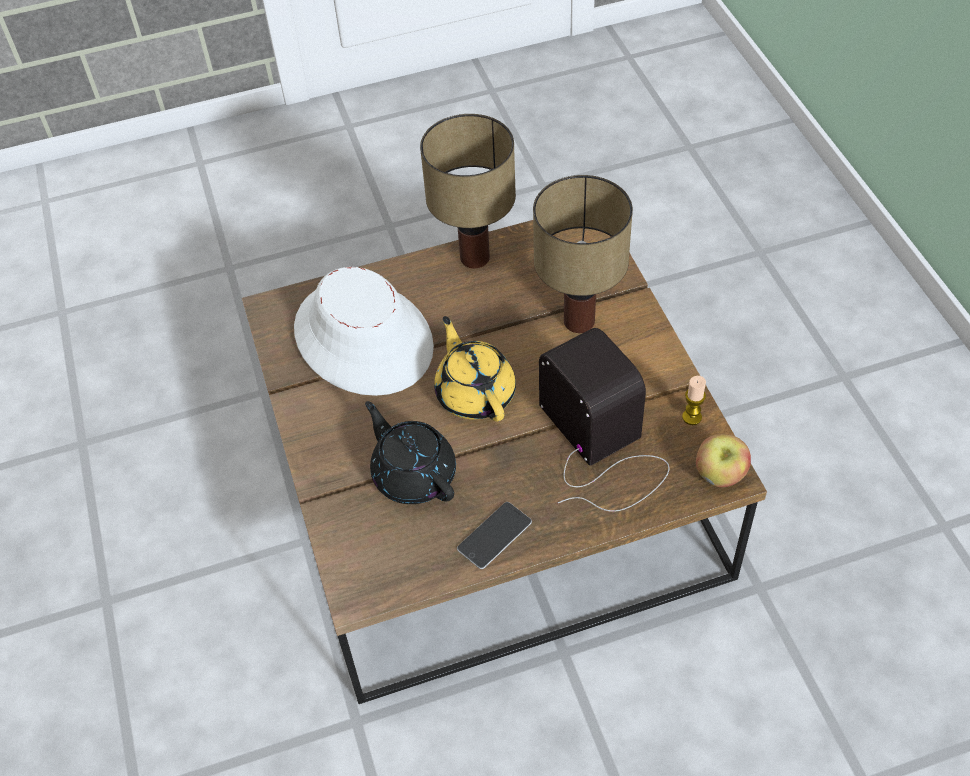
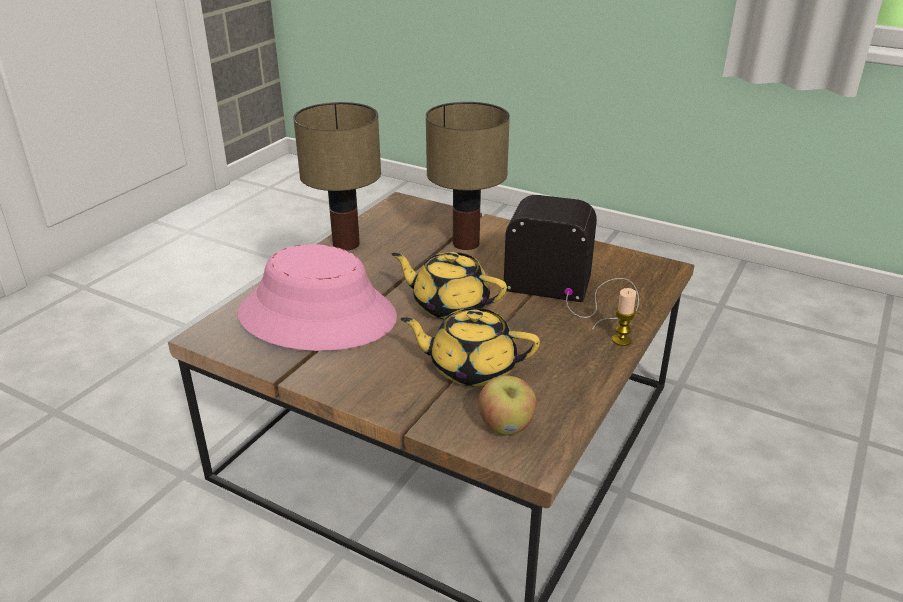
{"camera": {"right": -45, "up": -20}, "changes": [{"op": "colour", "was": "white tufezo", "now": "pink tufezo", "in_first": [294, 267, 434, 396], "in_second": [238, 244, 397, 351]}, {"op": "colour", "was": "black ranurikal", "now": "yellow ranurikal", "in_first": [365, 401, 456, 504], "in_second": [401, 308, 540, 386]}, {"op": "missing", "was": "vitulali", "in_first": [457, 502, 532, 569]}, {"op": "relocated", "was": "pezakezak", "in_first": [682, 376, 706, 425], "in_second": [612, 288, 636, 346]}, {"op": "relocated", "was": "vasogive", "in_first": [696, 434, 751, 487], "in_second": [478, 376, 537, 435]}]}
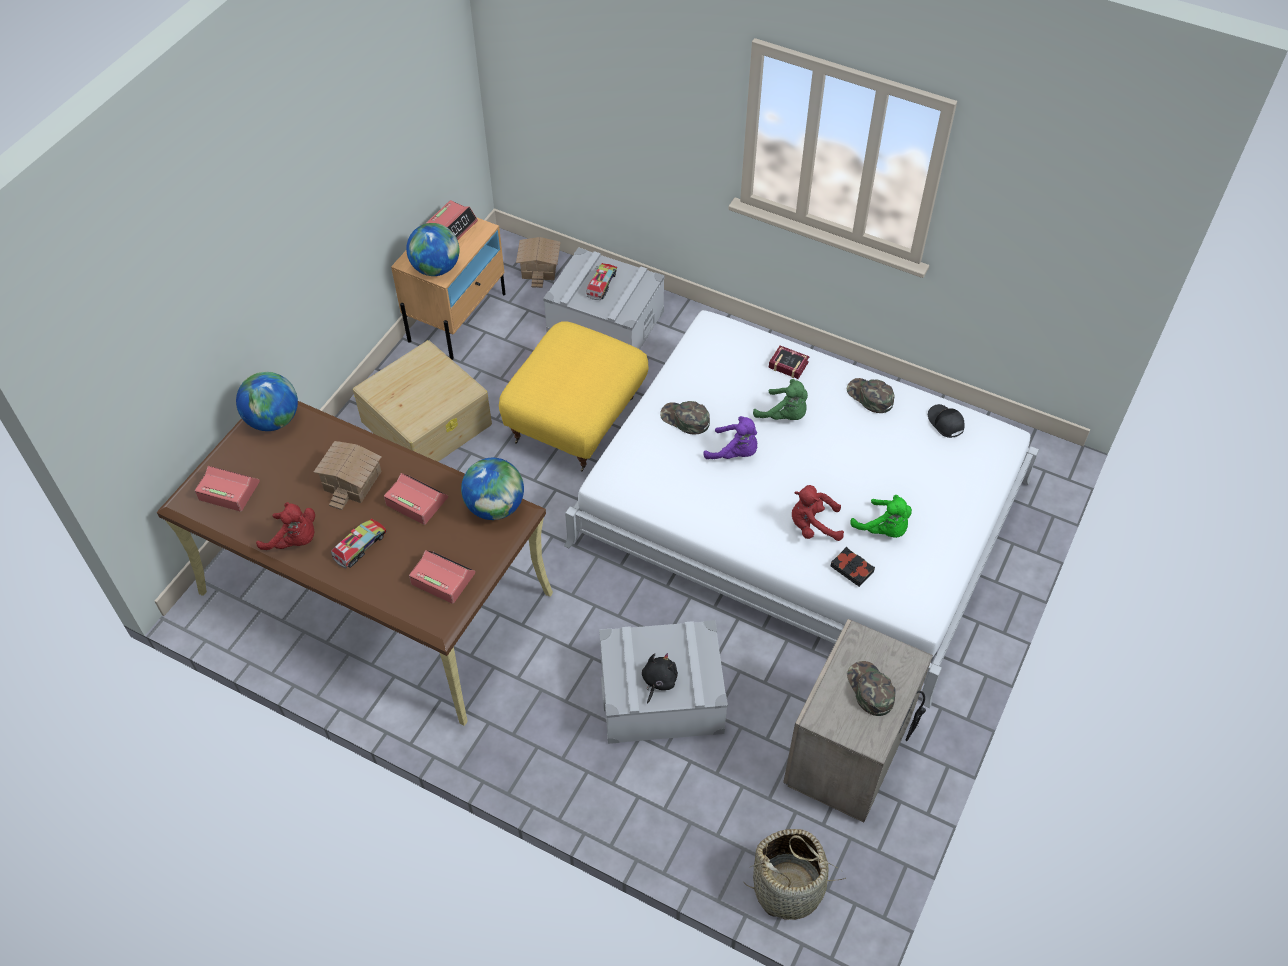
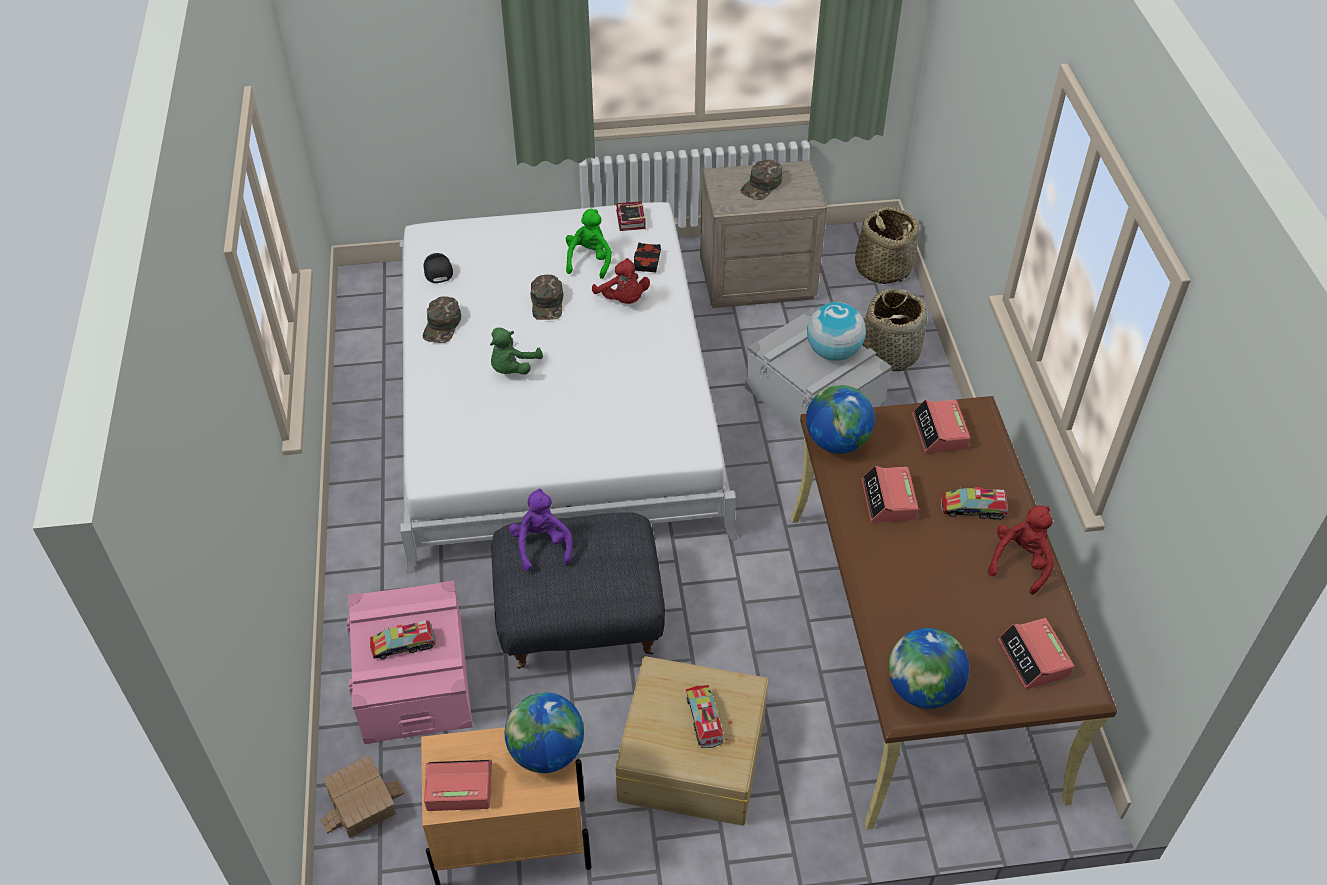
{"camera": {"right": -125, "up": -5}, "changes": [{"op": "spun", "was": "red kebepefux", "in_first": [256, 502, 315, 550], "in_second": [988, 505, 1054, 595], "clockwise": 45}, {"op": "missing", "was": "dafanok", "in_first": [314, 441, 381, 510]}, {"op": "colour", "was": "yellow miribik", "now": "grey miribik", "in_first": [499, 321, 649, 471], "in_second": [491, 512, 665, 669]}, {"op": "colour", "was": "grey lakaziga", "now": "pink lakaziga", "in_first": [543, 247, 665, 349], "in_second": [347, 580, 472, 744]}, {"op": "exchanged", "was": "black kebepefux", "now": "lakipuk", "in_first": [642, 653, 678, 704], "in_second": [807, 302, 866, 361]}, {"op": "relocated", "was": "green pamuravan", "in_first": [660, 401, 710, 434], "in_second": [531, 275, 563, 320]}, {"op": "relocated", "was": "purple kebepefux", "in_first": [703, 416, 757, 459], "in_second": [509, 488, 572, 571]}, {"op": "spun", "was": "green kebepefux", "in_first": [753, 379, 808, 420], "in_second": [490, 328, 543, 375], "clockwise": -150}, {"op": "relocated", "was": "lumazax", "in_first": [769, 346, 810, 379], "in_second": [616, 201, 646, 231]}, {"op": "spun", "was": "black pamuravan", "in_first": [928, 404, 965, 438], "in_second": [424, 253, 453, 283], "clockwise": 135}, {"op": "appeared", "now": "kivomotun", "in_second": [686, 685, 724, 748]}, {"op": "appeared", "now": "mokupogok", "in_second": [862, 289, 927, 372]}]}
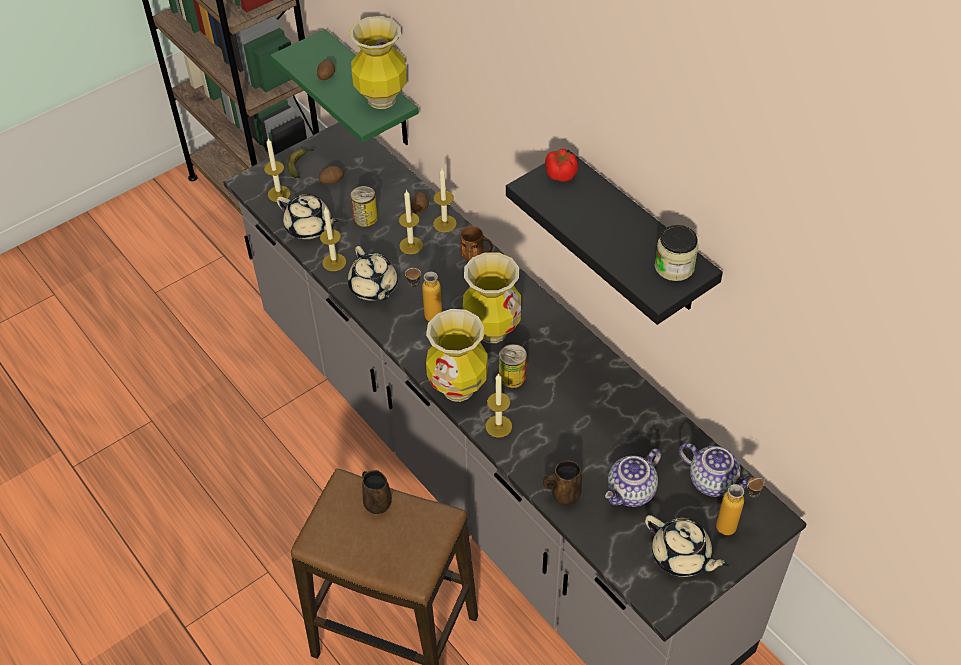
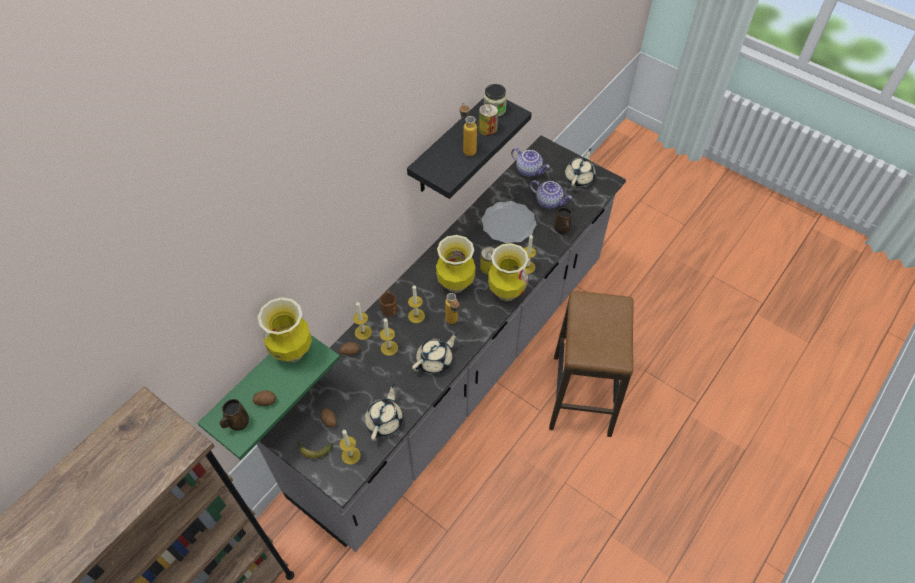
{"camera": {"right": -105, "up": 5}, "changes": [{"op": "relocated", "was": "pezakezak", "in_first": [320, 206, 346, 271], "in_second": [408, 285, 425, 323]}, {"op": "relocated", "was": "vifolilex", "in_first": [350, 186, 378, 227], "in_second": [479, 104, 498, 136]}, {"op": "relocated", "was": "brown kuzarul", "in_first": [362, 470, 392, 514], "in_second": [220, 399, 249, 431]}, {"op": "missing", "was": "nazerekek", "in_first": [545, 149, 578, 182]}, {"op": "spun", "was": "ranurikal", "in_first": [679, 443, 753, 497], "in_second": [511, 148, 549, 177], "clockwise": 105}, {"op": "relocated", "was": "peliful", "in_first": [716, 477, 765, 535], "in_second": [460, 103, 477, 156]}, {"op": "appeared", "now": "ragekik", "in_second": [481, 201, 537, 244]}]}
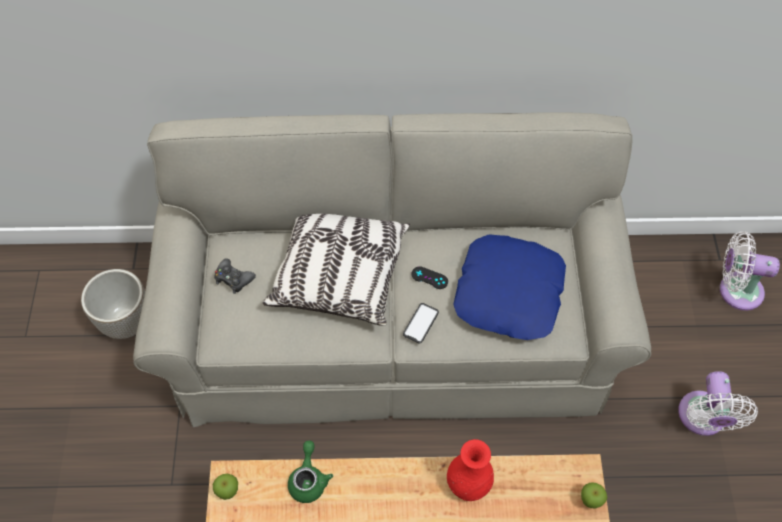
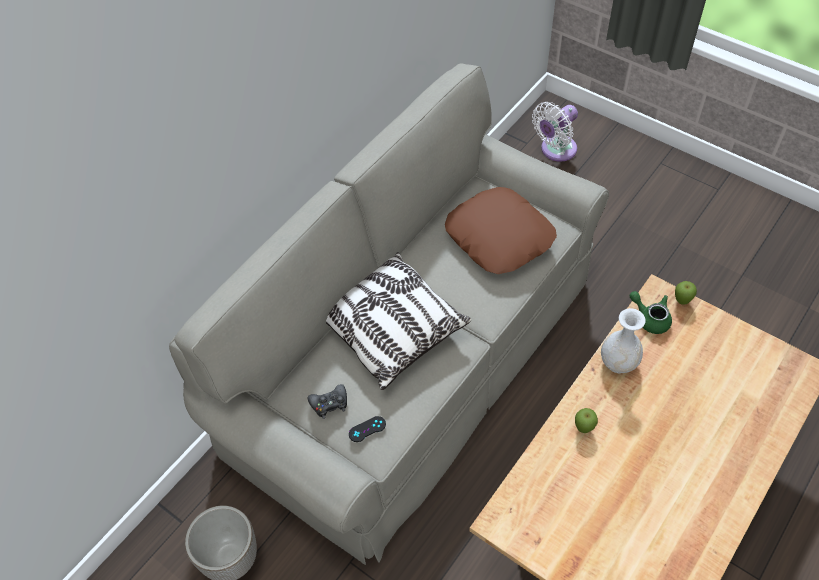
{"camera": {"right": -50, "up": -5}, "changes": [{"op": "relocated", "was": "vasogive", "in_first": [213, 474, 238, 500], "in_second": [575, 408, 598, 433]}, {"op": "relocated", "was": "green ranurikal", "in_first": [288, 441, 333, 503], "in_second": [630, 291, 672, 334]}, {"op": "missing", "was": "vitulali", "in_first": [403, 303, 439, 344]}, {"op": "relocated", "was": "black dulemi", "in_first": [412, 266, 448, 289], "in_second": [349, 416, 386, 442]}, {"op": "colour", "was": "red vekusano", "now": "white vekusano", "in_first": [447, 439, 494, 501], "in_second": [601, 308, 646, 373]}, {"op": "colour", "was": "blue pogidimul", "now": "brown pogidimul", "in_first": [453, 234, 566, 340], "in_second": [445, 187, 557, 274]}, {"op": "missing", "was": "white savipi", "in_first": [678, 371, 758, 436]}]}
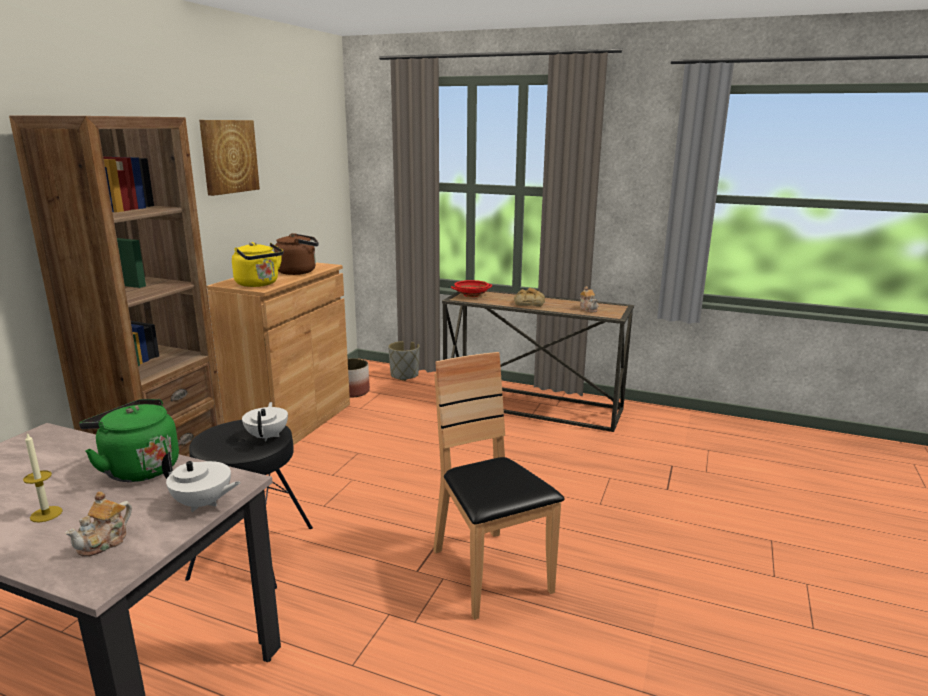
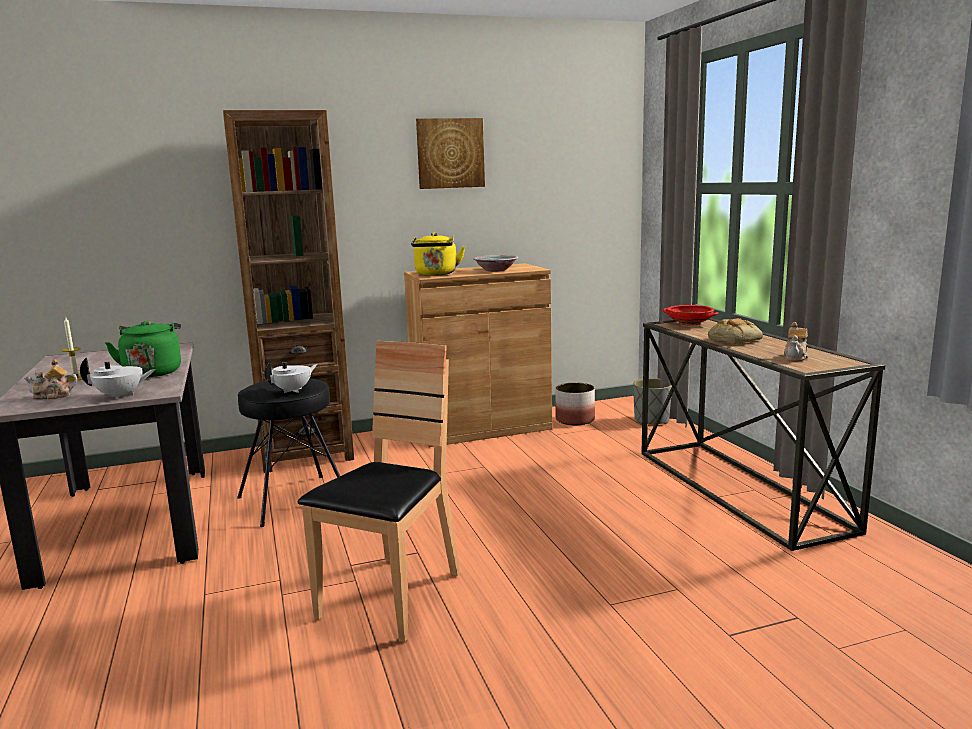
{"camera": {"right": 50, "up": -5}, "changes": [{"op": "spun", "was": "white ranurikal", "in_first": [162, 452, 241, 512], "in_second": [80, 357, 156, 400], "clockwise": -75}, {"op": "exchanged", "was": "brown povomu", "now": "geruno", "in_first": [274, 233, 319, 275], "in_second": [473, 255, 518, 272]}]}
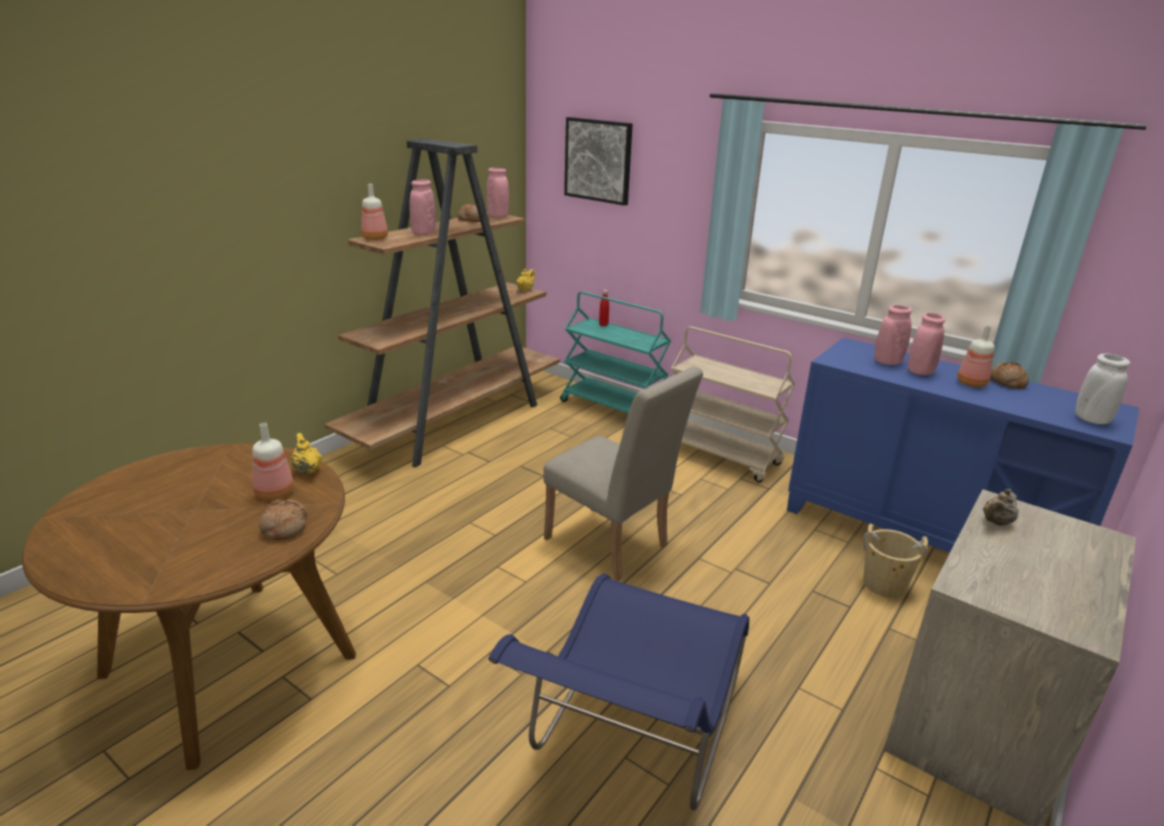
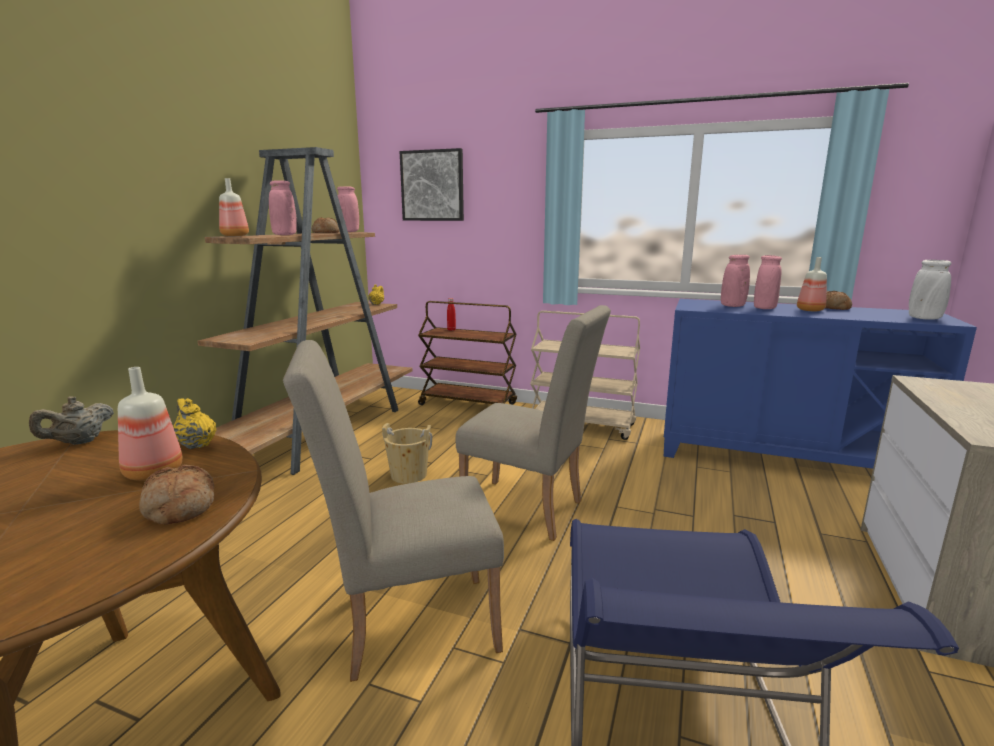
{"camera": {"right": -15, "up": -10}, "changes": [{"op": "colour", "was": "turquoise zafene", "now": "brown zafene", "in_first": [560, 291, 671, 414], "in_second": [418, 301, 517, 405]}, {"op": "relocated", "was": "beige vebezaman", "in_first": [863, 524, 928, 598], "in_second": [382, 423, 432, 483]}, {"op": "relocated", "was": "beige ranurikal", "in_first": [983, 489, 1019, 526], "in_second": [29, 396, 114, 445]}, {"op": "appeared", "now": "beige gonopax", "in_second": [283, 340, 504, 682]}]}
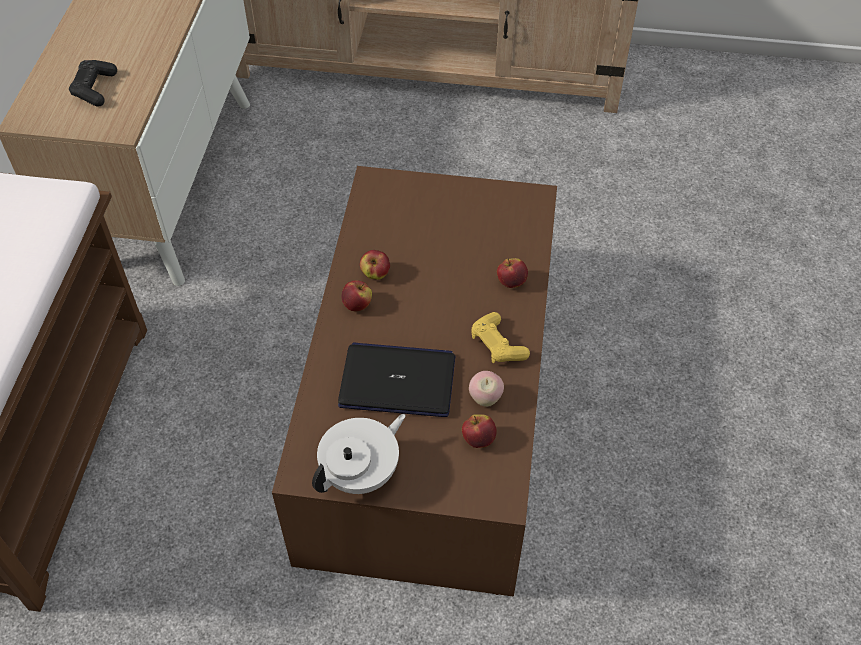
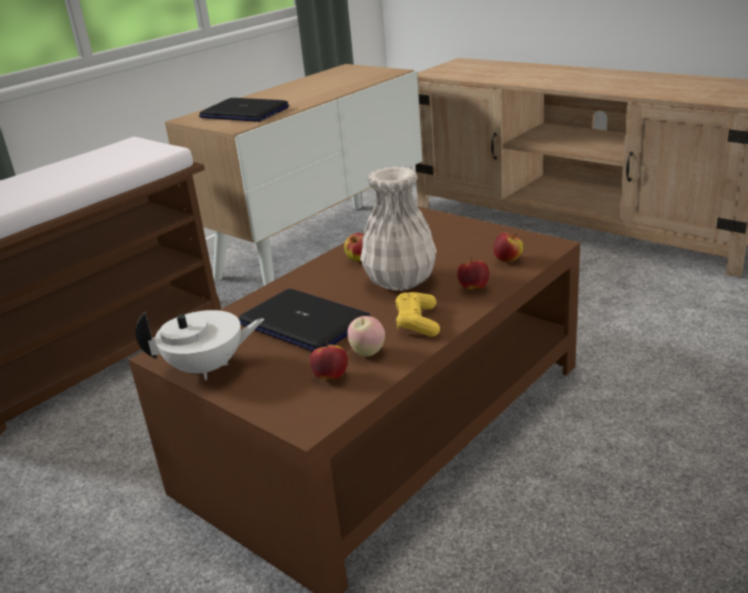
{"camera": {"right": 35, "up": -25}, "changes": [{"op": "exchanged", "was": "black dulemi", "now": "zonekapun", "in_first": [69, 60, 117, 107], "in_second": [199, 98, 289, 122]}, {"op": "relocated", "was": "vasogive", "in_first": [341, 280, 372, 311], "in_second": [493, 232, 523, 263]}, {"op": "appeared", "now": "white vekusano", "in_second": [360, 166, 437, 291]}]}
